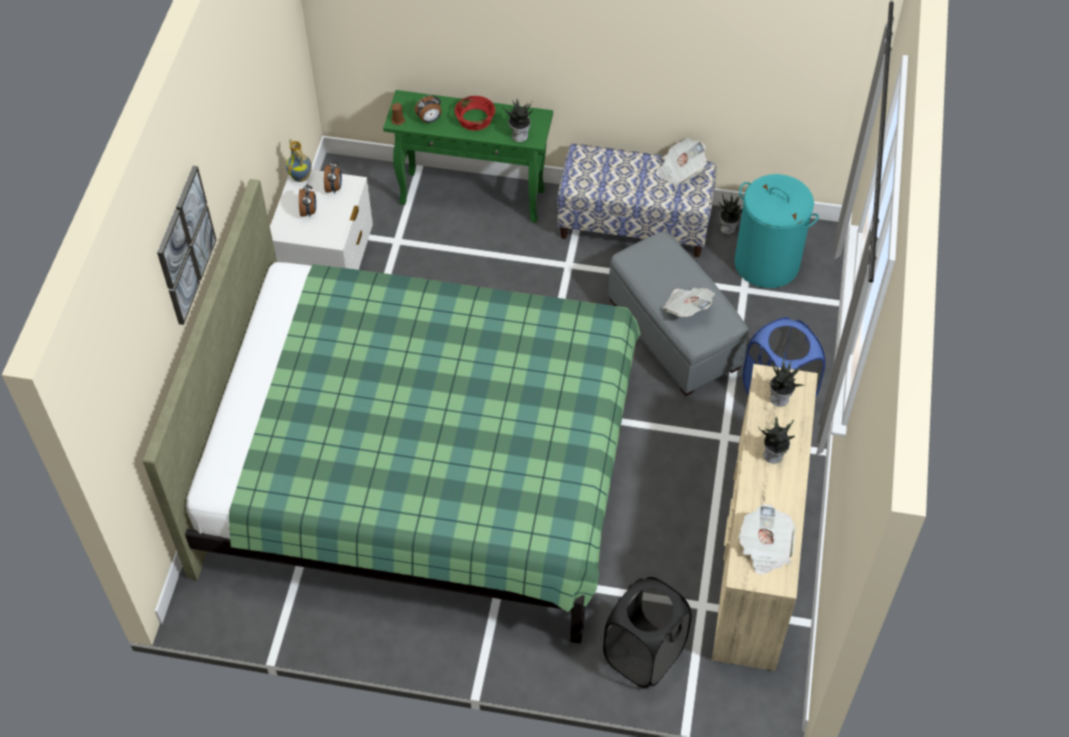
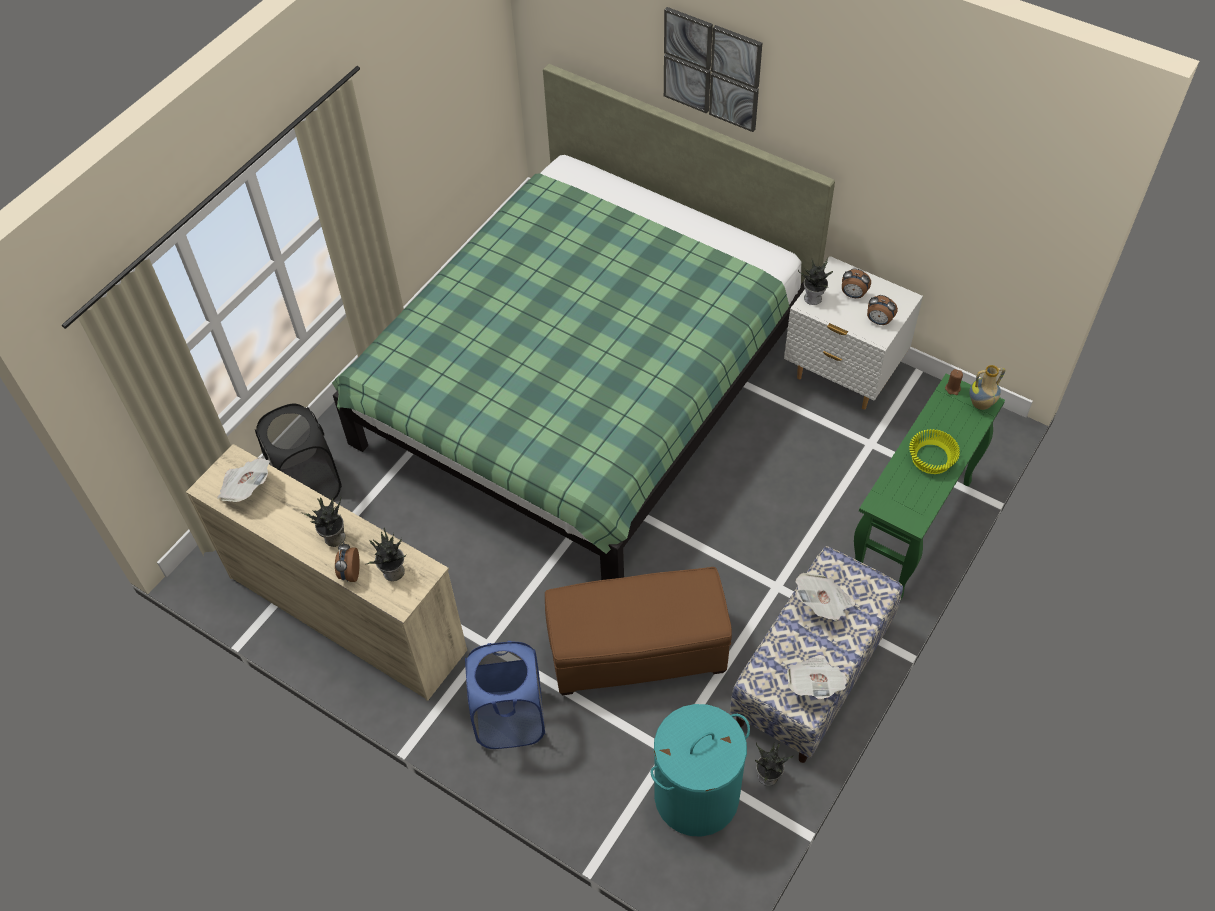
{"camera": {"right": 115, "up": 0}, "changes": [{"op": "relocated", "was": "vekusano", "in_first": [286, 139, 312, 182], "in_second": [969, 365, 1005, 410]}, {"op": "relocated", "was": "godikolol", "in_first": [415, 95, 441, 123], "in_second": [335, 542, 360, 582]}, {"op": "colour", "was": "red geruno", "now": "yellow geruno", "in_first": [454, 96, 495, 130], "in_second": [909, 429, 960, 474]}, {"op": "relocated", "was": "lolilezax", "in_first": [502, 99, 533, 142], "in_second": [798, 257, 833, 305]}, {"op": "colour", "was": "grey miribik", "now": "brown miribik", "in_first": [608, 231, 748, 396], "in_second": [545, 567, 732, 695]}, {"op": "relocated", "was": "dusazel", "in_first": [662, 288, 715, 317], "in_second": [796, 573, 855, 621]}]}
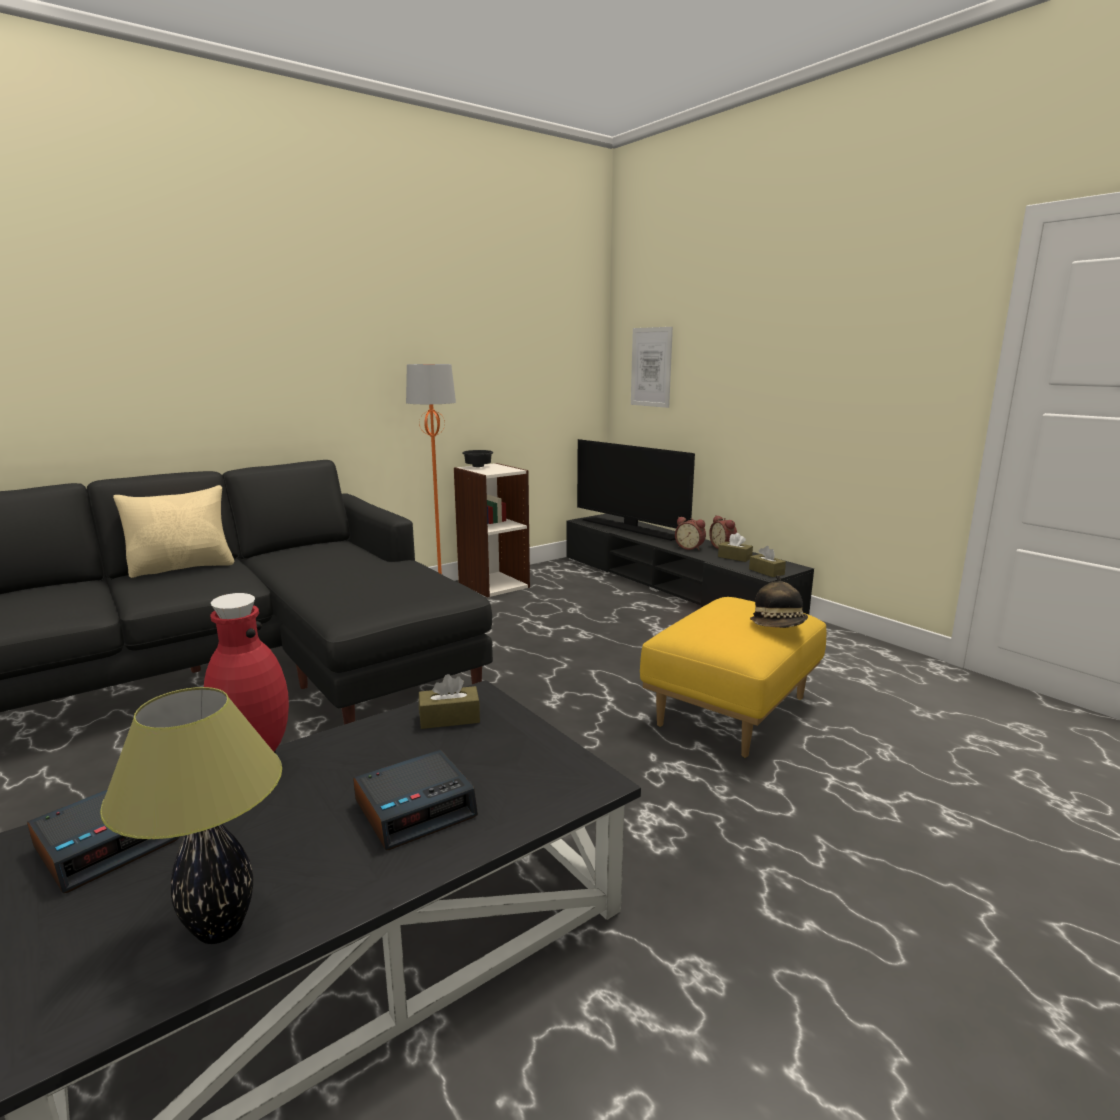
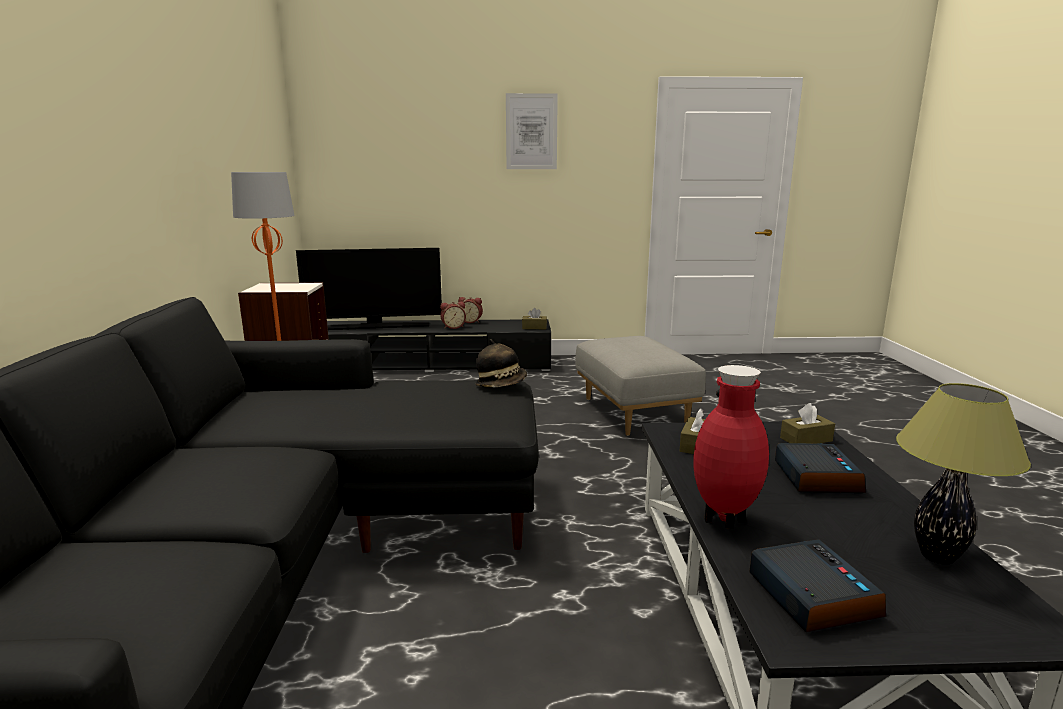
{"camera": {"right": -55, "up": 0}, "changes": [{"op": "missing", "was": "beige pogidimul", "in_first": [113, 485, 234, 578]}, {"op": "missing", "was": "black geruno", "in_first": [462, 450, 493, 467]}, {"op": "relocated", "was": "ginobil", "in_first": [631, 327, 673, 408], "in_second": [506, 93, 558, 169]}, {"op": "colour", "was": "yellow miribik", "now": "grey miribik", "in_first": [640, 597, 826, 758], "in_second": [575, 336, 706, 436]}, {"op": "relocated", "was": "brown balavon", "in_first": [718, 533, 753, 562], "in_second": [780, 403, 835, 444]}, {"op": "relocated", "was": "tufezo", "in_first": [750, 575, 808, 628], "in_second": [475, 339, 527, 387]}]}
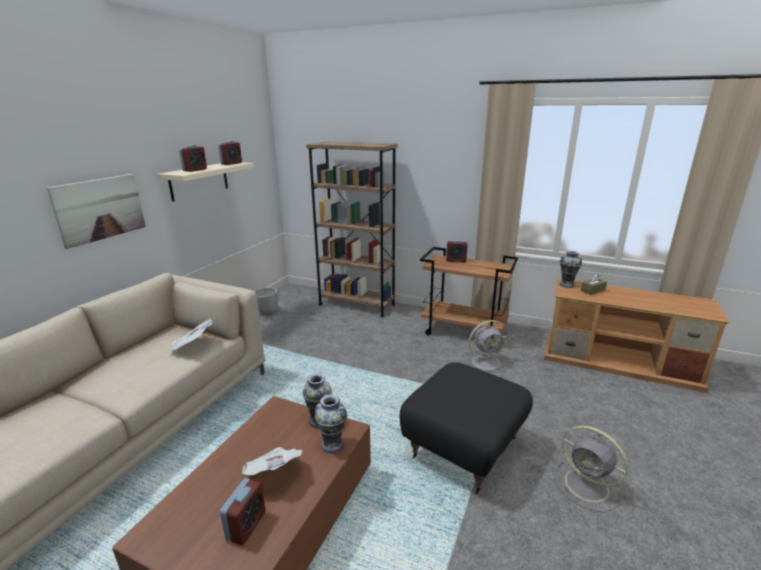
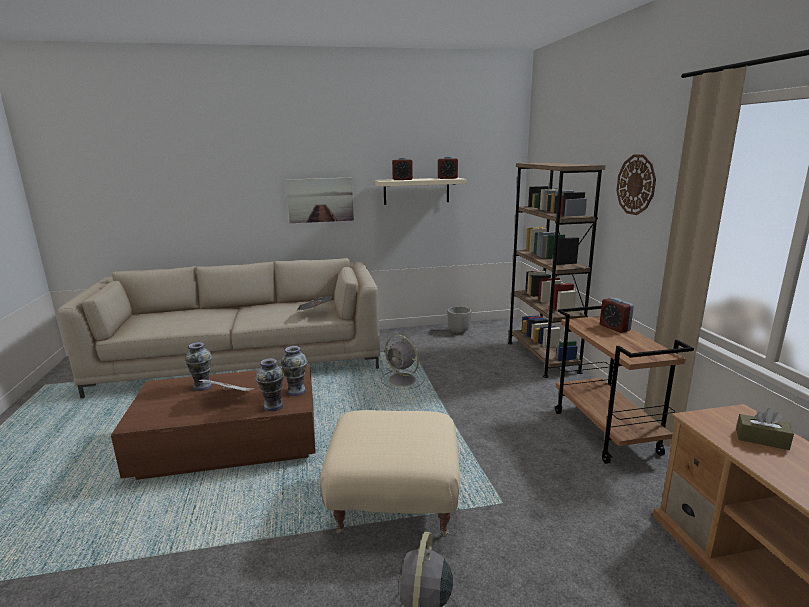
{"camera": {"right": 55, "up": -5}, "changes": [{"op": "missing", "was": "godikolol", "in_first": [220, 478, 265, 545]}, {"op": "colour", "was": "black miribik", "now": "beige miribik", "in_first": [399, 362, 533, 494], "in_second": [320, 410, 460, 536]}, {"op": "relocated", "was": "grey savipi", "in_first": [463, 320, 508, 373], "in_second": [381, 335, 425, 390]}, {"op": "relocated", "was": "vekusano", "in_first": [559, 250, 582, 288], "in_second": [185, 342, 212, 391]}, {"op": "appeared", "now": "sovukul", "in_second": [616, 154, 656, 215]}]}
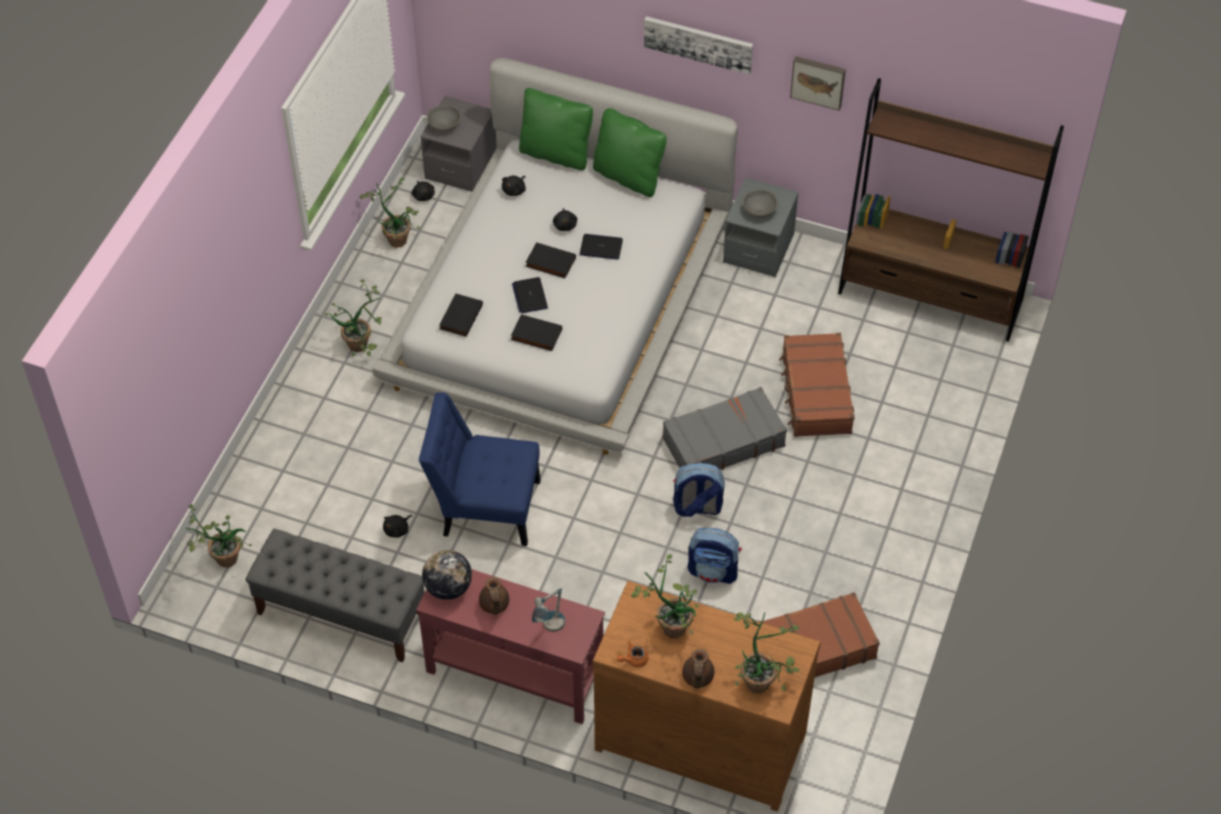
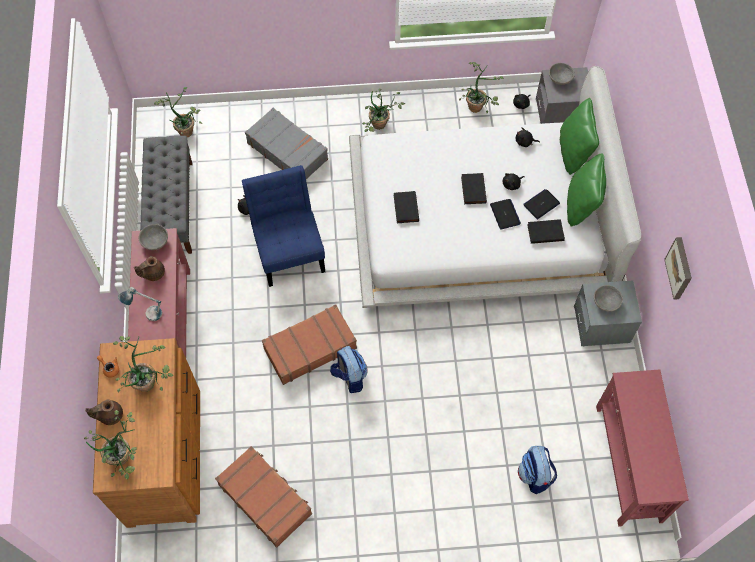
{"camera": {"right": 65, "up": 10}, "changes": [{"op": "exchanged", "was": "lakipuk", "now": "grey geruno", "in_first": [422, 550, 472, 600], "in_second": [139, 224, 168, 250]}, {"op": "relocated", "was": "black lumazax", "in_first": [439, 293, 483, 337], "in_second": [527, 219, 565, 244]}, {"op": "relocated", "was": "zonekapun", "in_first": [512, 277, 548, 313], "in_second": [523, 189, 560, 219]}, {"op": "missing", "was": "ginobil", "in_first": [644, 16, 753, 75]}, {"op": "relocated", "was": "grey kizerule", "in_first": [663, 387, 787, 470], "in_second": [245, 108, 328, 179]}, {"op": "relocated", "was": "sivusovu", "in_first": [688, 528, 741, 584], "in_second": [518, 446, 557, 494]}, {"op": "relocated", "was": "brown kizerule", "in_first": [779, 333, 855, 437], "in_second": [262, 304, 357, 385]}, {"op": "exchanged", "was": "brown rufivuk", "now": "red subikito", "in_first": [838, 78, 1064, 342], "in_second": [596, 369, 689, 527]}]}
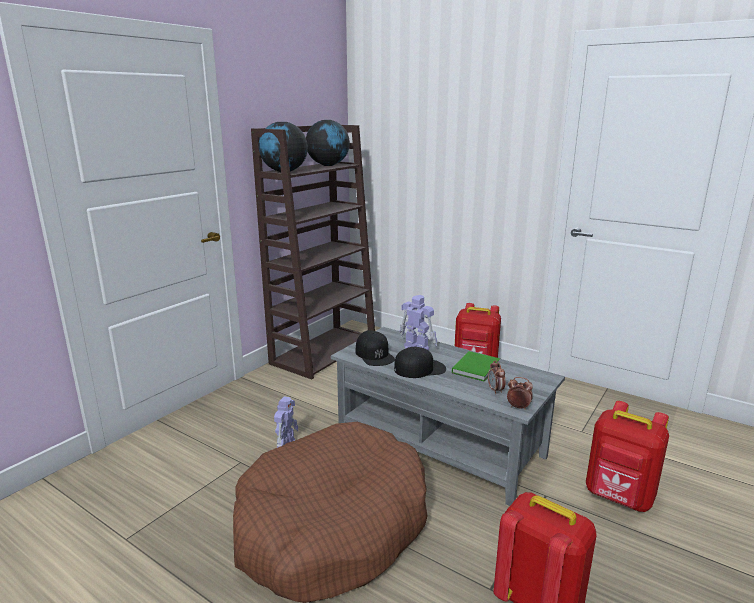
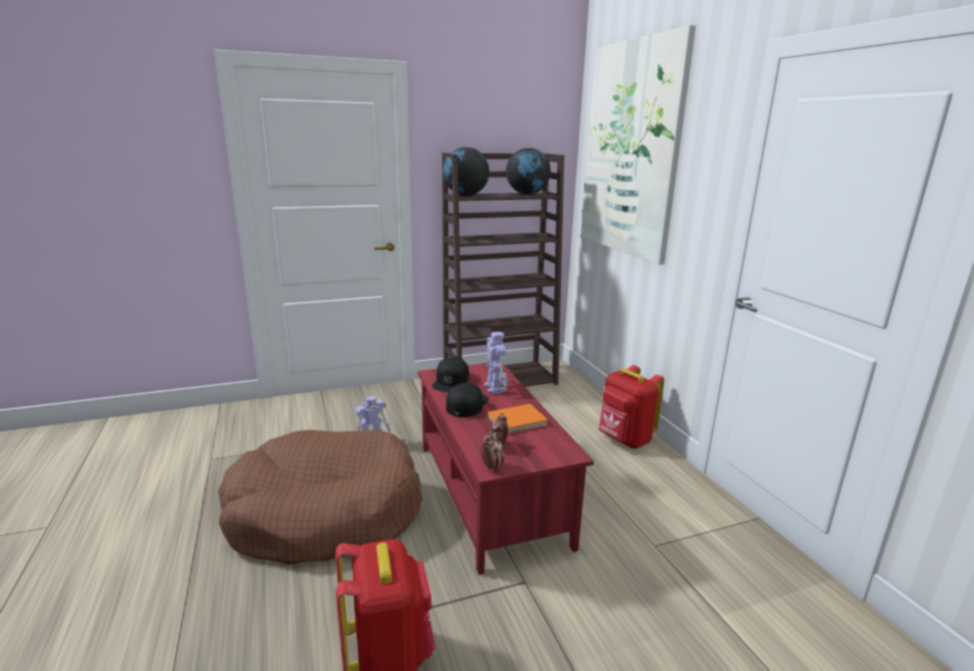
{"camera": {"right": 35, "up": 0}, "changes": [{"op": "colour", "was": "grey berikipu", "now": "red berikipu", "in_first": [331, 327, 565, 506], "in_second": [418, 363, 594, 575]}, {"op": "spun", "was": "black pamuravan", "in_first": [394, 347, 446, 378], "in_second": [446, 383, 489, 417], "clockwise": -90}, {"op": "colour", "was": "green lumazax", "now": "orange lumazax", "in_first": [452, 351, 500, 382], "in_second": [487, 404, 548, 434]}, {"op": "missing", "was": "red sivusovu", "in_first": [586, 401, 669, 512]}, {"op": "appeared", "now": "ginobil", "in_second": [581, 25, 696, 265]}]}
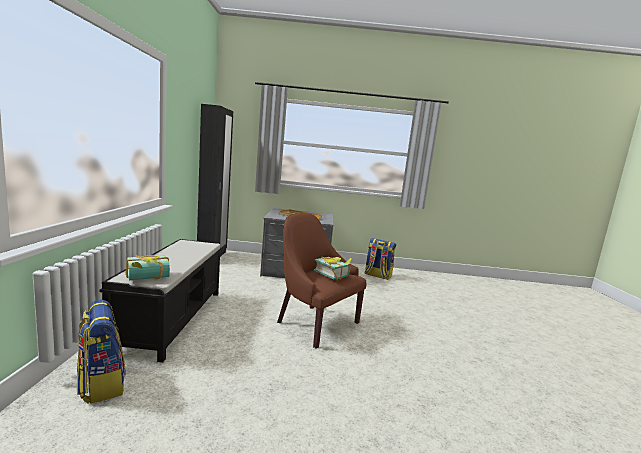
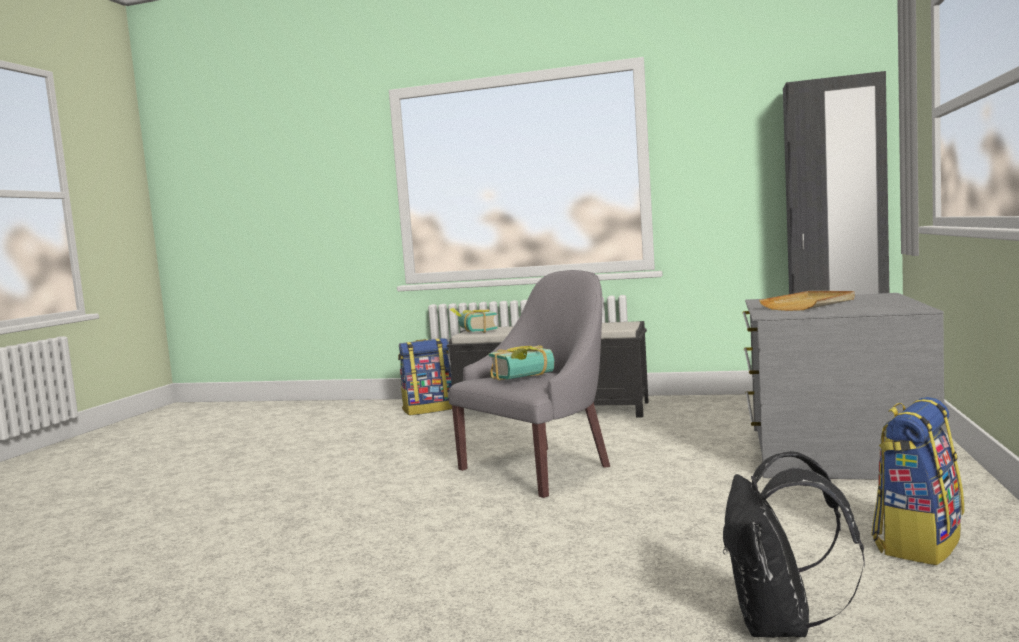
{"camera": {"right": 105, "up": -5}, "changes": [{"op": "colour", "was": "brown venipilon", "now": "grey venipilon", "in_first": [277, 213, 366, 349], "in_second": [449, 270, 610, 498]}, {"op": "appeared", "now": "black sivusovu", "in_second": [723, 451, 865, 638]}]}
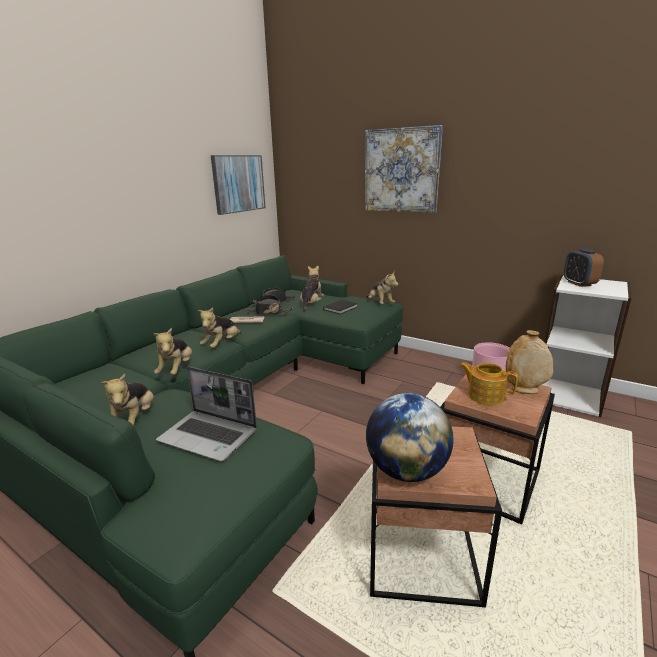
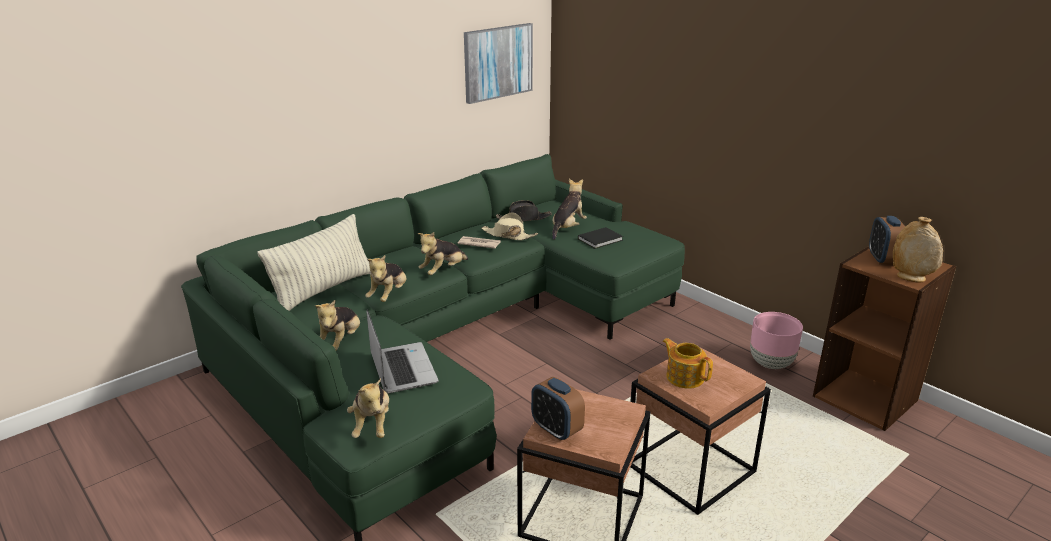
{"camera": {"right": 15, "up": 5}, "changes": [{"op": "spun", "was": "zonekapun", "in_first": [156, 367, 257, 462], "in_second": [367, 309, 439, 394], "clockwise": -150}, {"op": "colour", "was": "black tufezo", "now": "beige tufezo", "in_first": [244, 295, 293, 315], "in_second": [481, 213, 538, 240]}, {"op": "missing", "was": "ginobil", "in_first": [365, 125, 443, 213]}, {"op": "relocated", "was": "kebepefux", "in_first": [366, 271, 398, 304], "in_second": [347, 378, 389, 438]}, {"op": "exchanged", "was": "lakipuk", "now": "godikolol", "in_first": [366, 393, 453, 482], "in_second": [531, 377, 585, 441]}, {"op": "relocated", "was": "beige vekusano", "in_first": [505, 330, 553, 394], "in_second": [893, 217, 943, 283]}, {"op": "colour", "was": "white rufivuk", "now": "brown rufivuk", "in_first": [542, 275, 632, 417], "in_second": [813, 246, 956, 431]}, {"op": "appeared", "now": "pogidimul", "in_second": [257, 214, 371, 311]}]}
